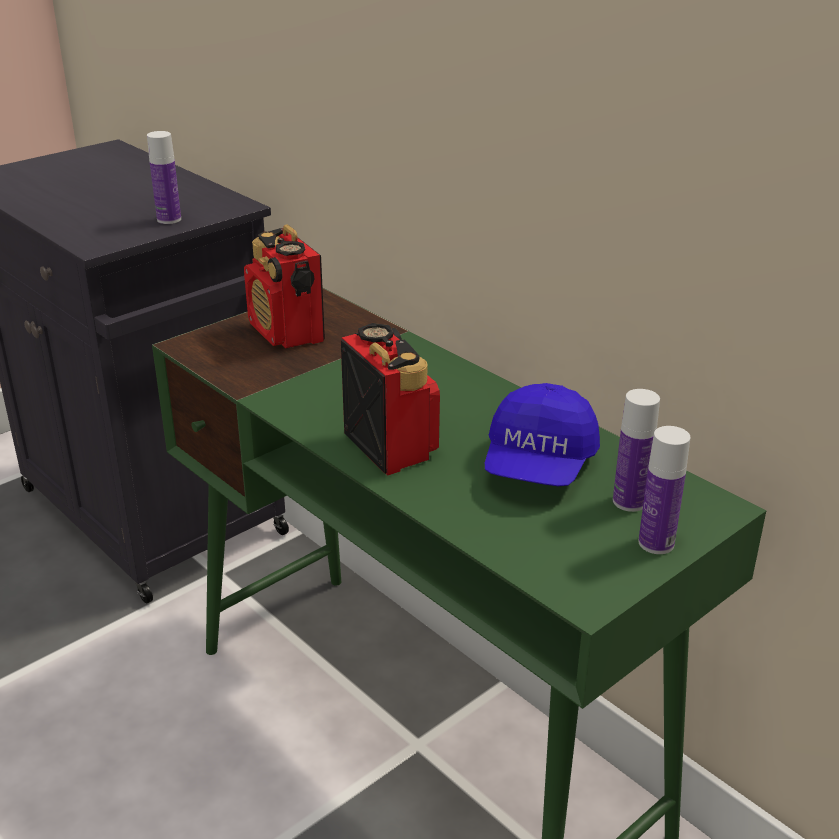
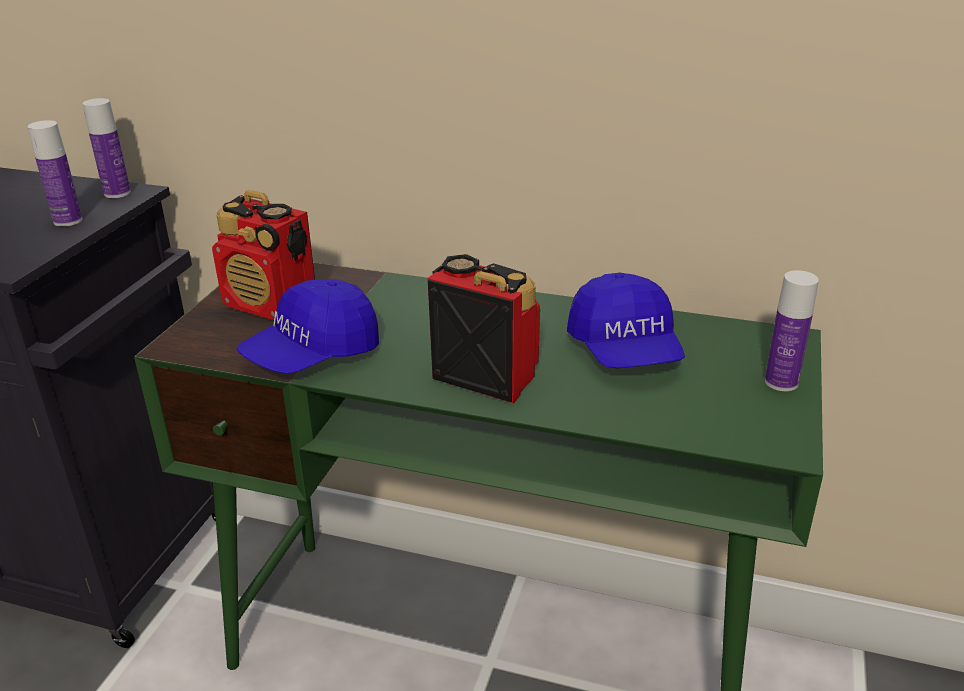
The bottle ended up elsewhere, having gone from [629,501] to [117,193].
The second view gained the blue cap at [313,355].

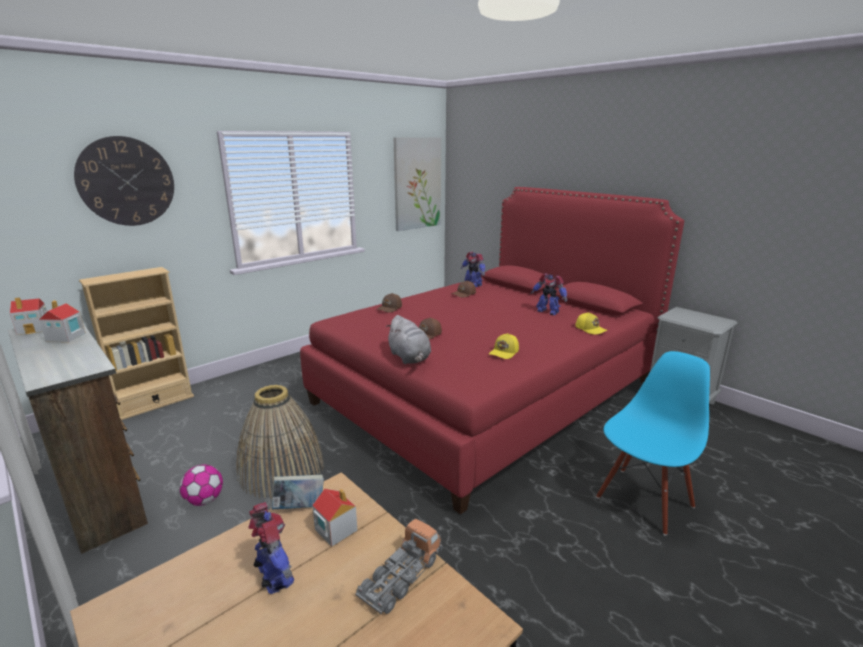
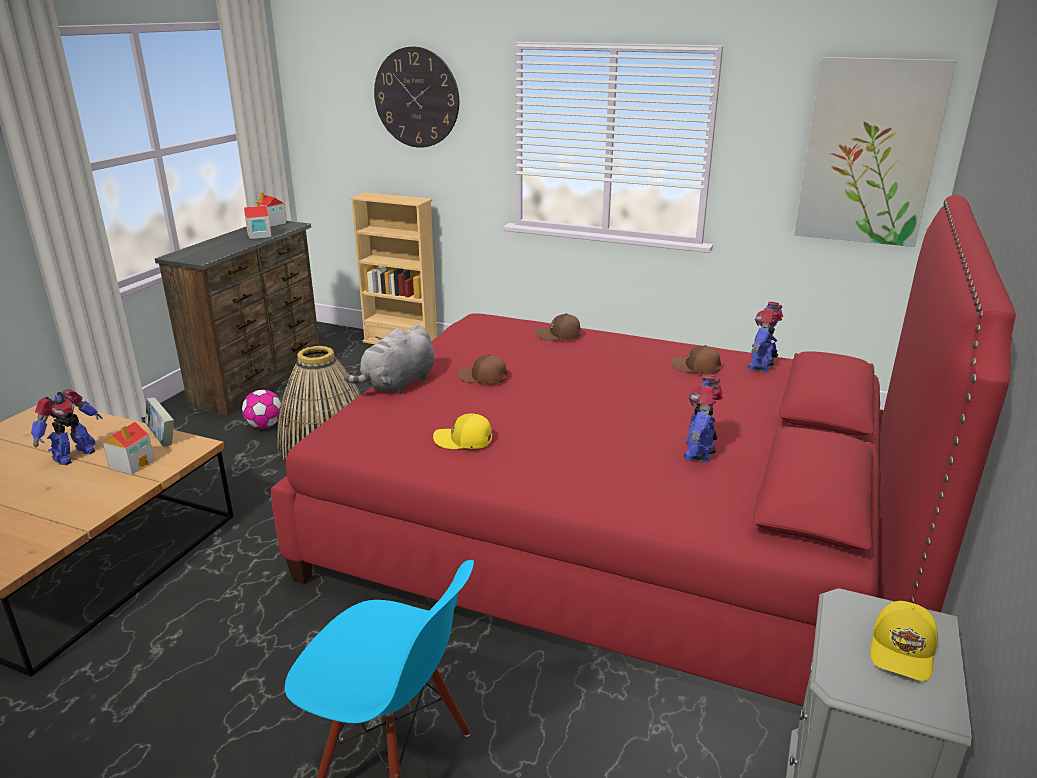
The yellow cap ended up elsewhere, having gone from [590,329] to [903,650].
The second view lost the toy truck at [401,577].

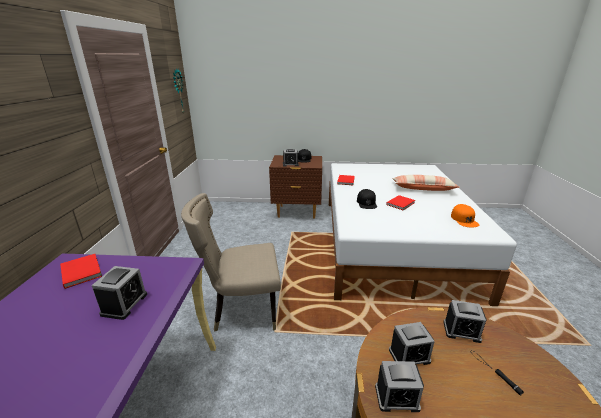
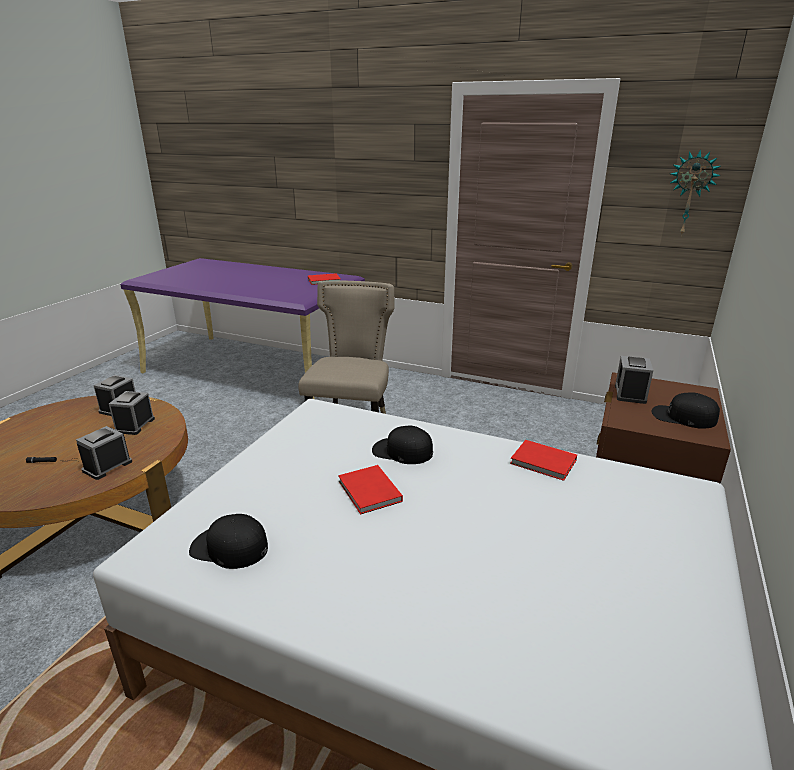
What was the orange cap at [464,219] turned into the black cap at [229,547].
The second view lost the alarm clock at [124,304].
The second view lost the pillow at [423,189].

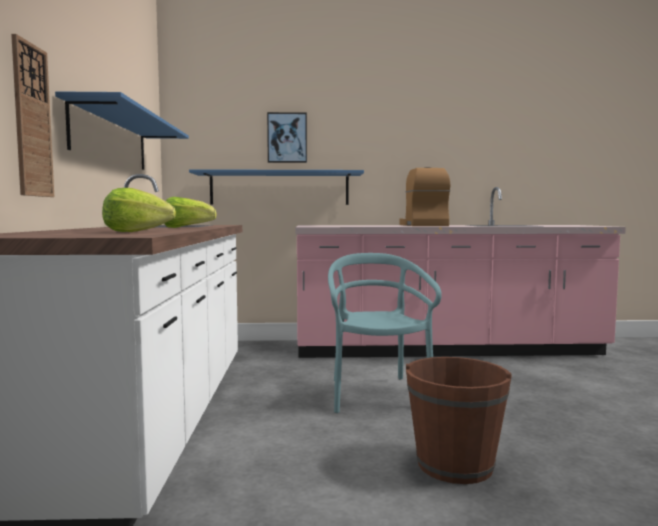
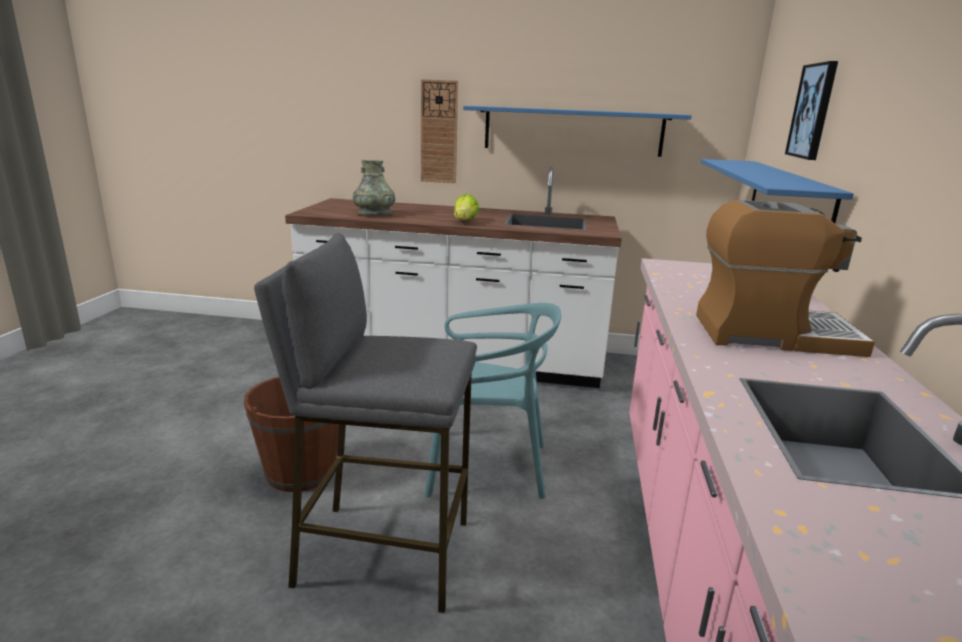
The second view gained the grey stool at [383,553].
Where the lettuce stood at [136,231], the grey vase came to stand at [374,214].

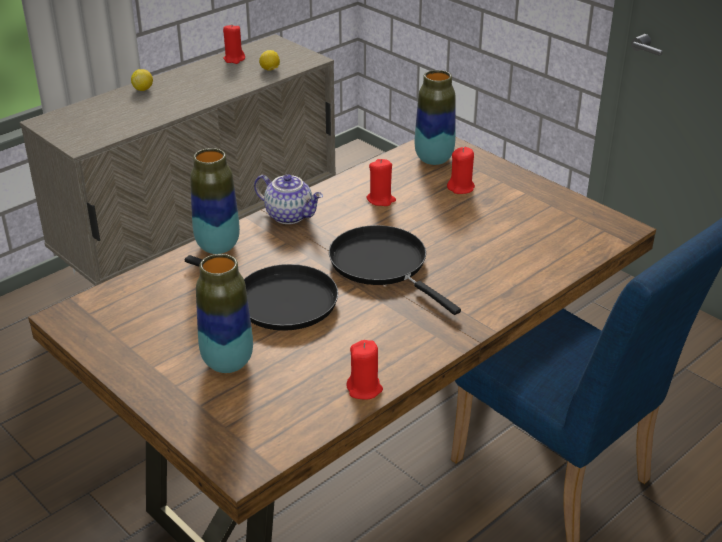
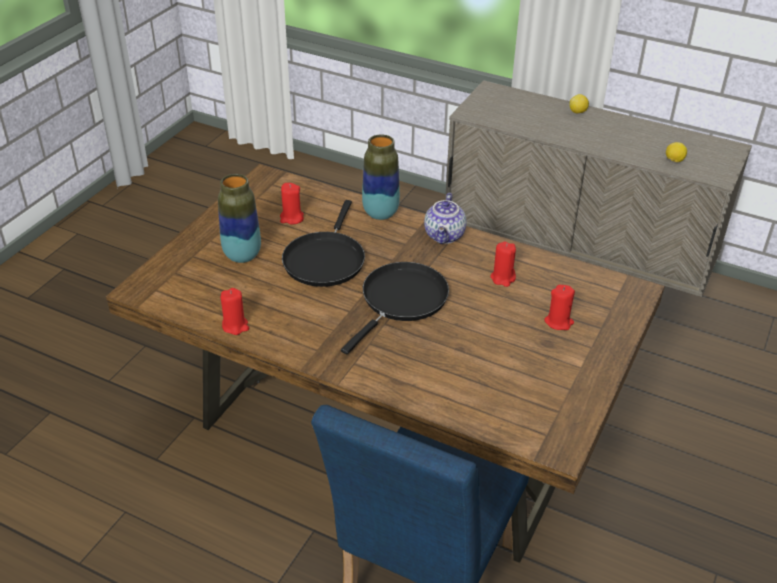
The red candle ended up elsewhere, having gone from [234,59] to [291,218].
The second view lost the vase at [434,159].

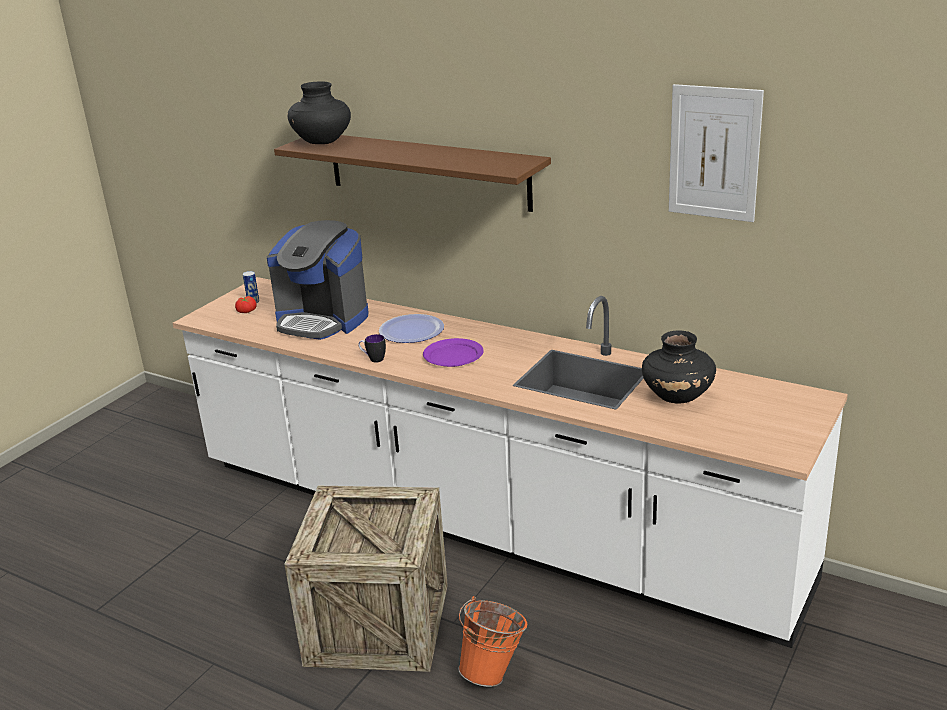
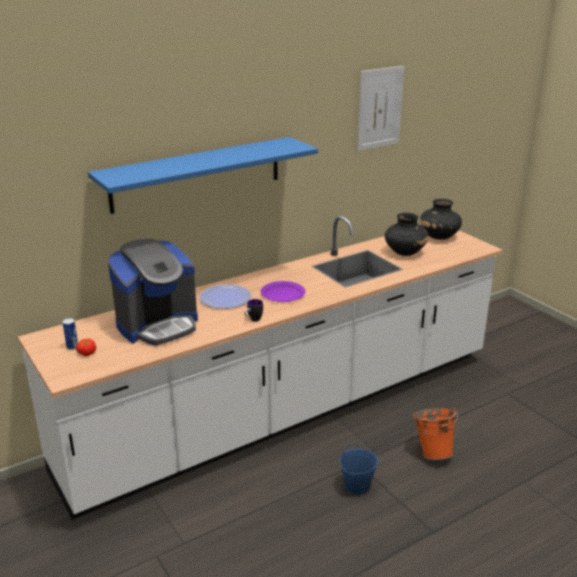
What was the brown shelf at [427,170] turned into the blue shelf at [197,174].
Where the crate stood at [378,624], the blue bucket came to stand at [357,486].
The black vase ended up elsewhere, having gone from [322,141] to [439,237].

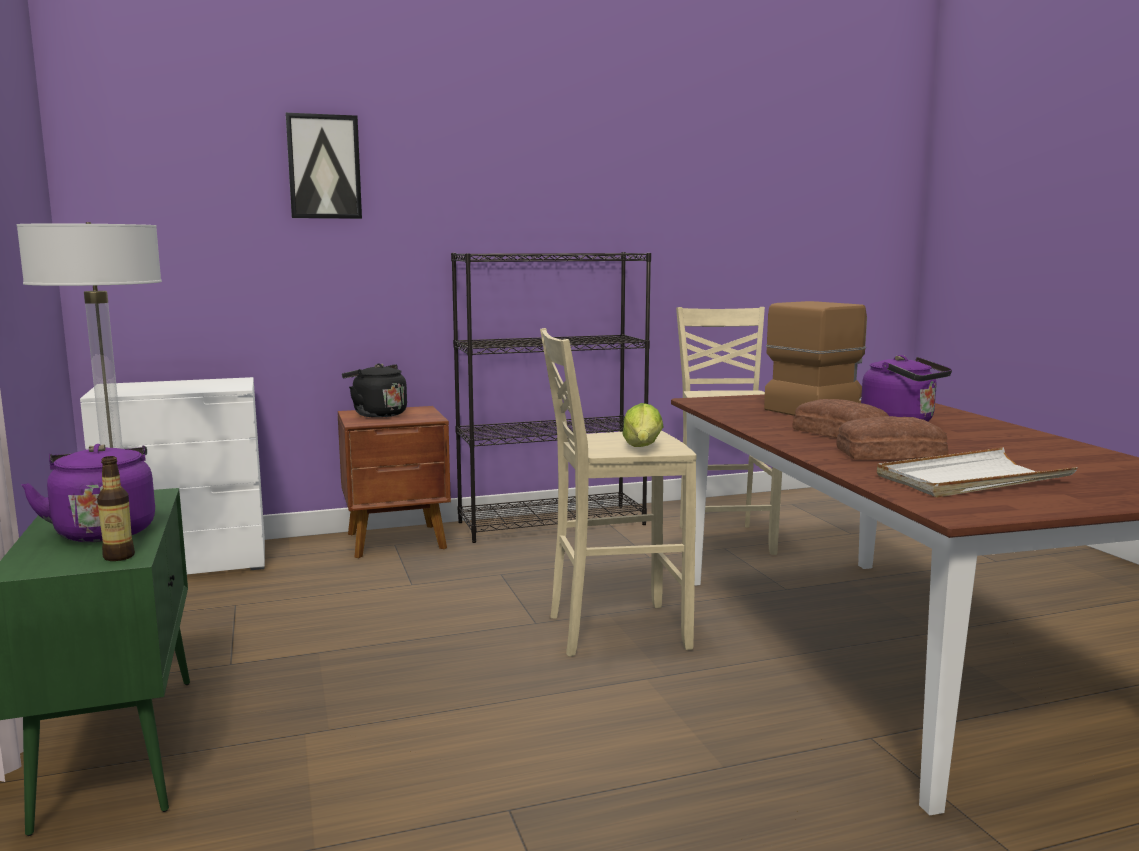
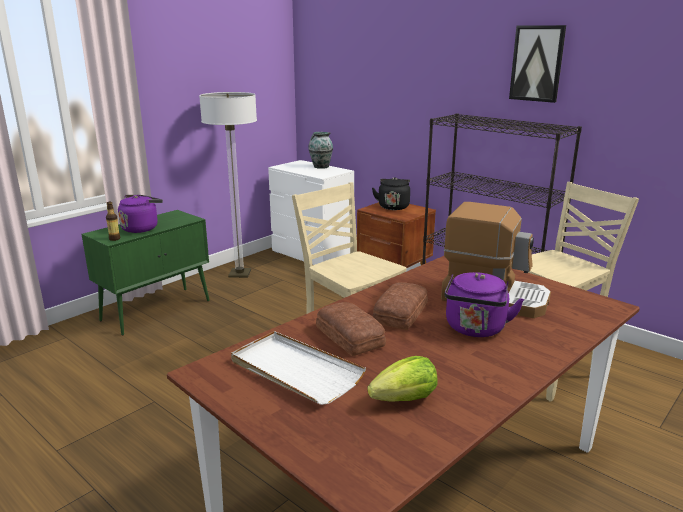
The second view gained the vase at [320,167].
The lettuce ended up elsewhere, having gone from [642,447] to [405,399].
The picture ended up elsewhere, having gone from [324,167] to [537,63].

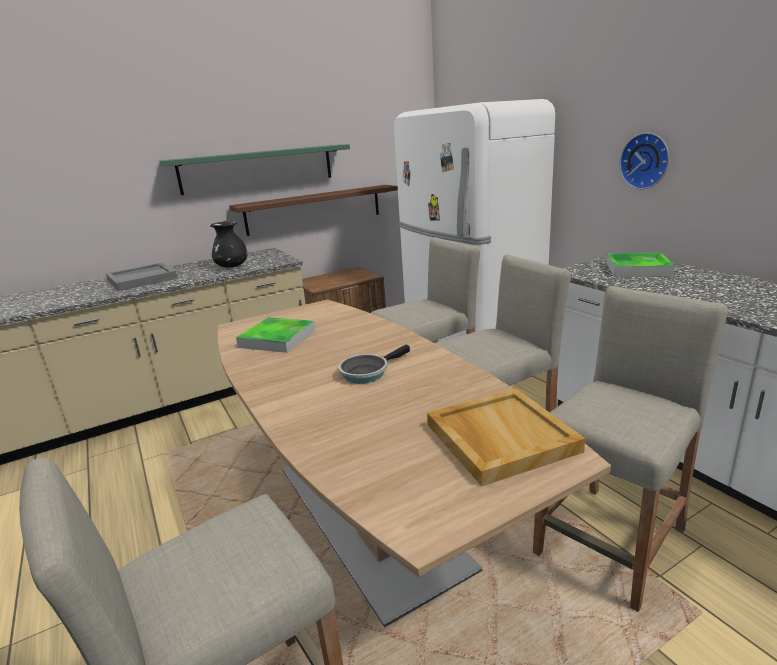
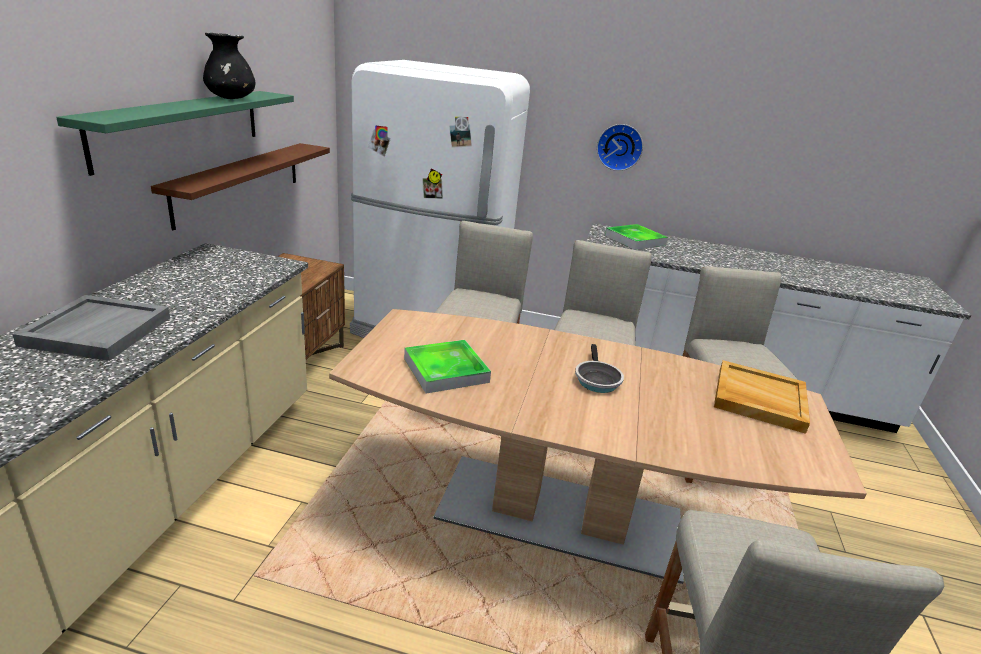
The black vase ended up elsewhere, having gone from [232,267] to [231,99].

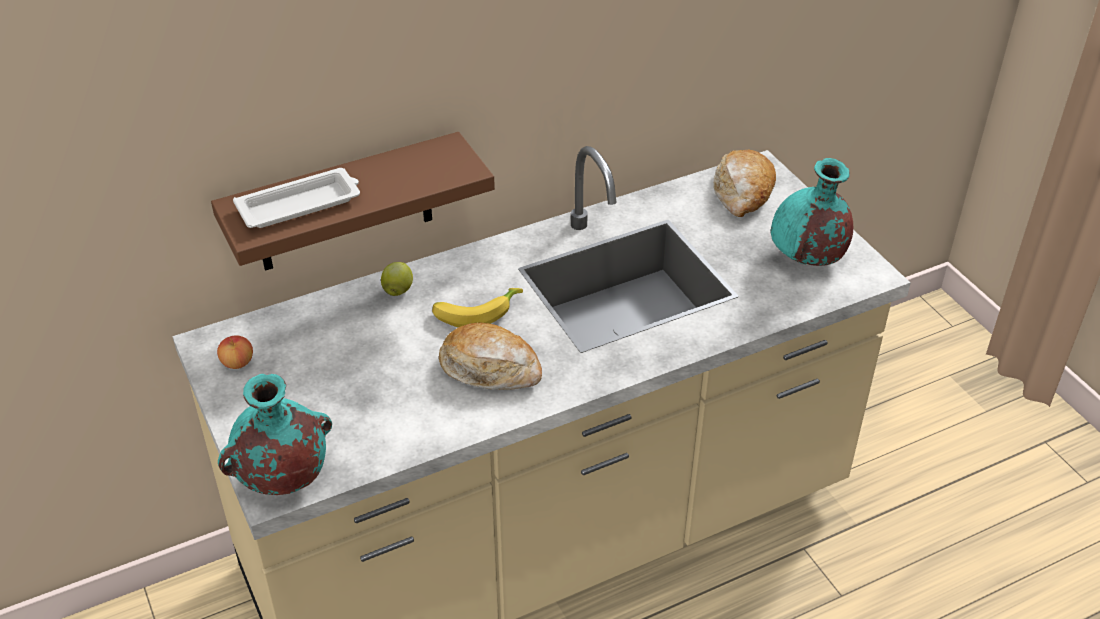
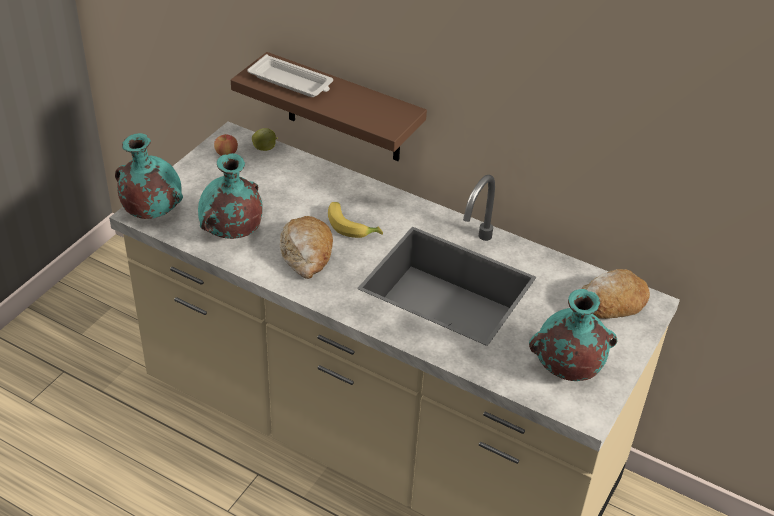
The second view gained the turquoise vase at [231,233].
The apple ended up elsewhere, having gone from [398,290] to [265,148].

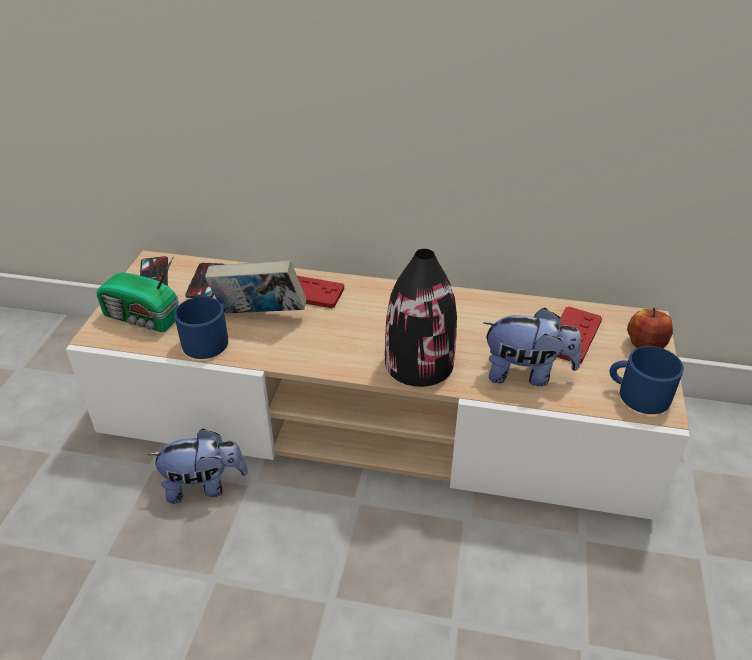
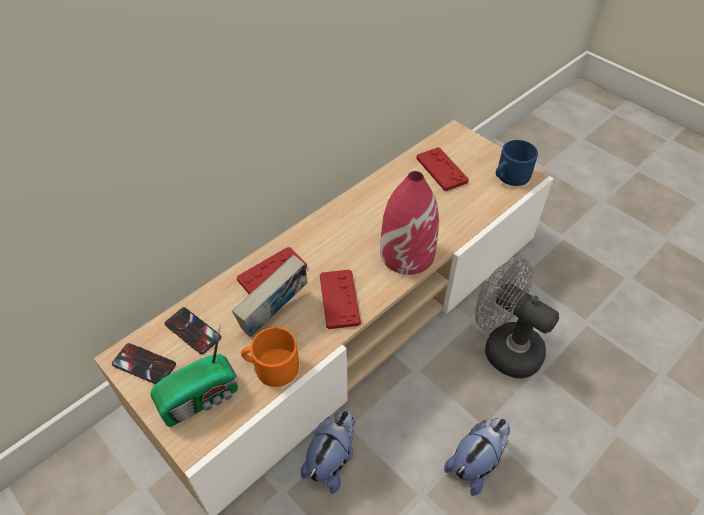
What was the blue mug at [203,340] turned into the orange mug at [271,366].
The second view gained the red game controller at [339,299].
What was the black vase at [419,363] turned into the red vase at [407,253].
The plush toy ended up elsewhere, having gone from [526,373] to [476,463].
The second view gained the grey fan at [504,347].
The second view lost the apple at [644,345].

